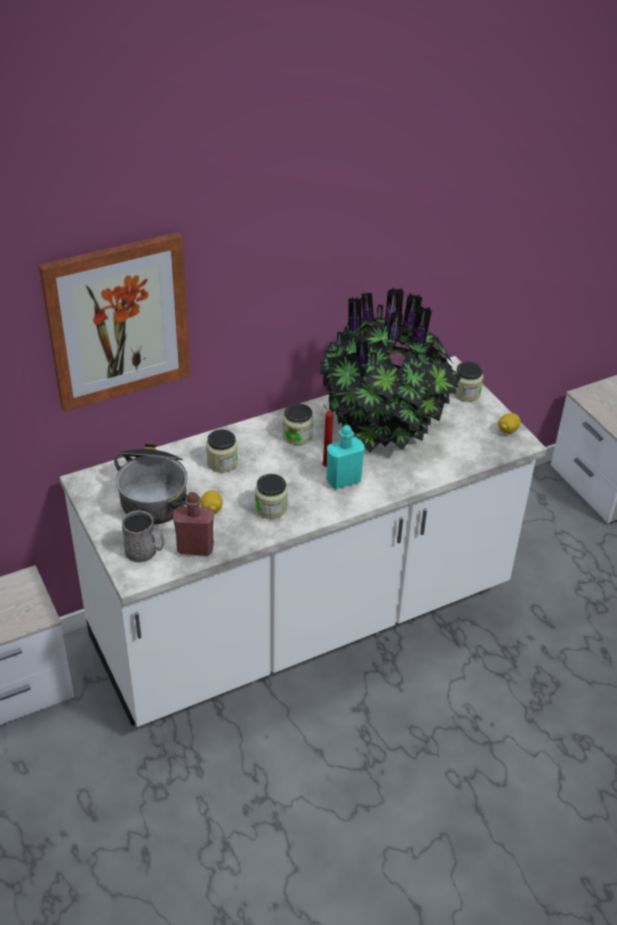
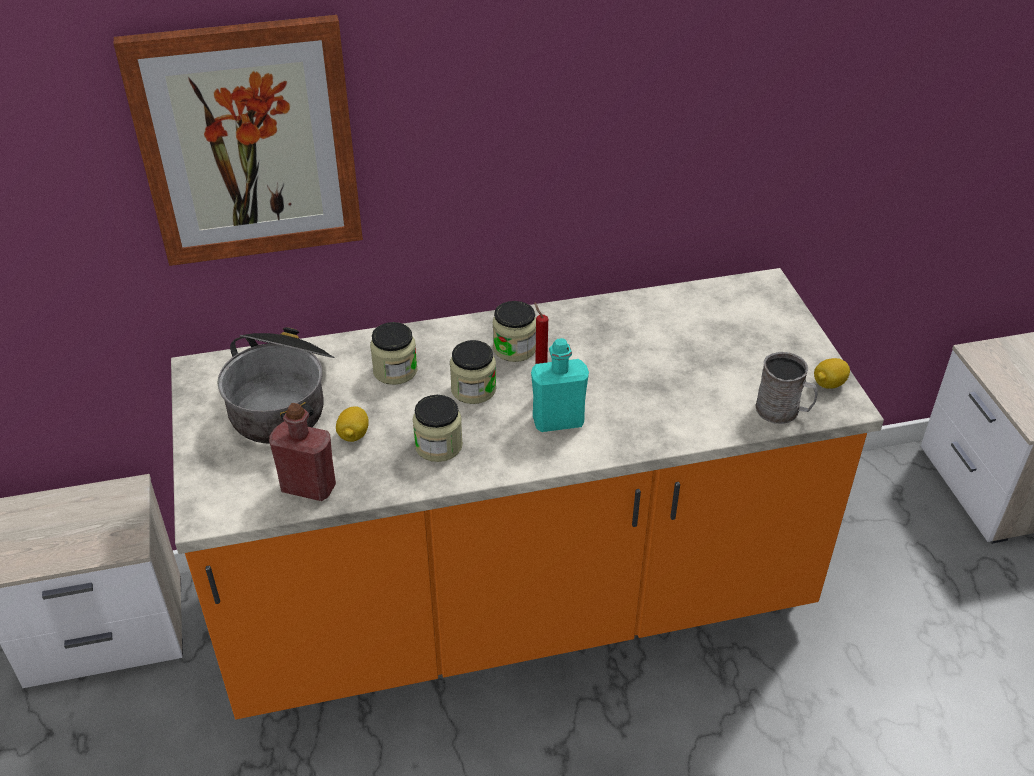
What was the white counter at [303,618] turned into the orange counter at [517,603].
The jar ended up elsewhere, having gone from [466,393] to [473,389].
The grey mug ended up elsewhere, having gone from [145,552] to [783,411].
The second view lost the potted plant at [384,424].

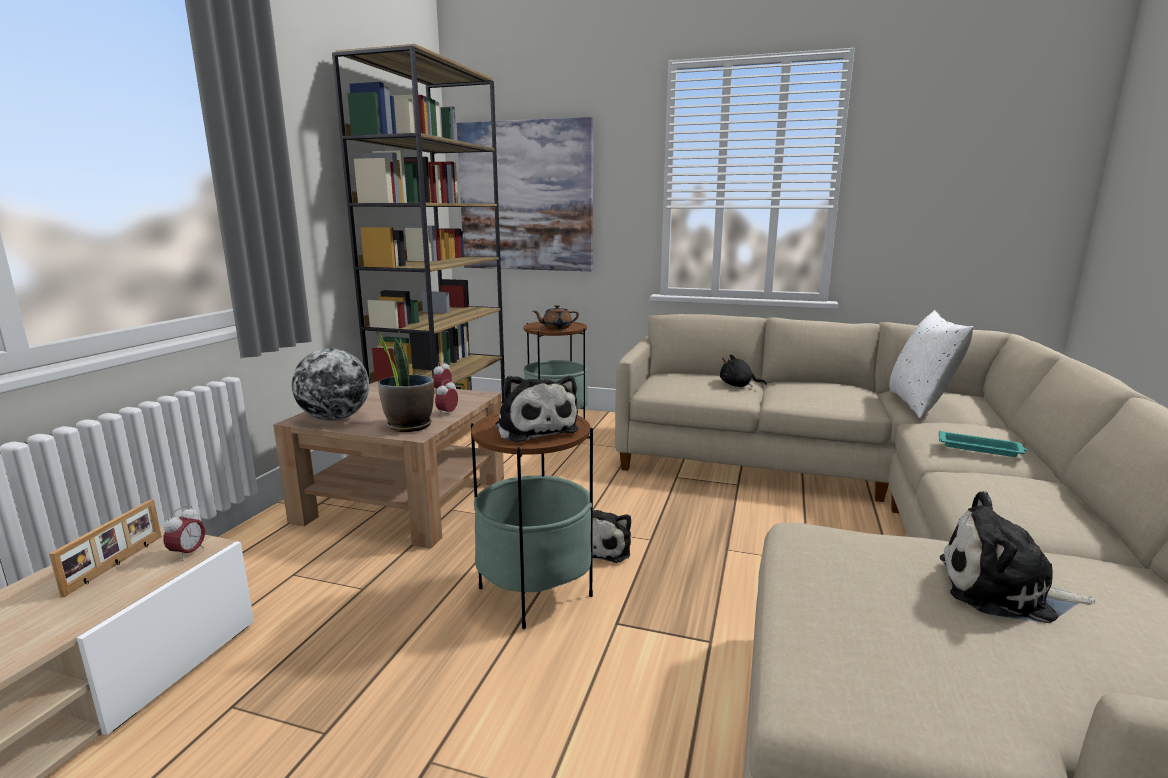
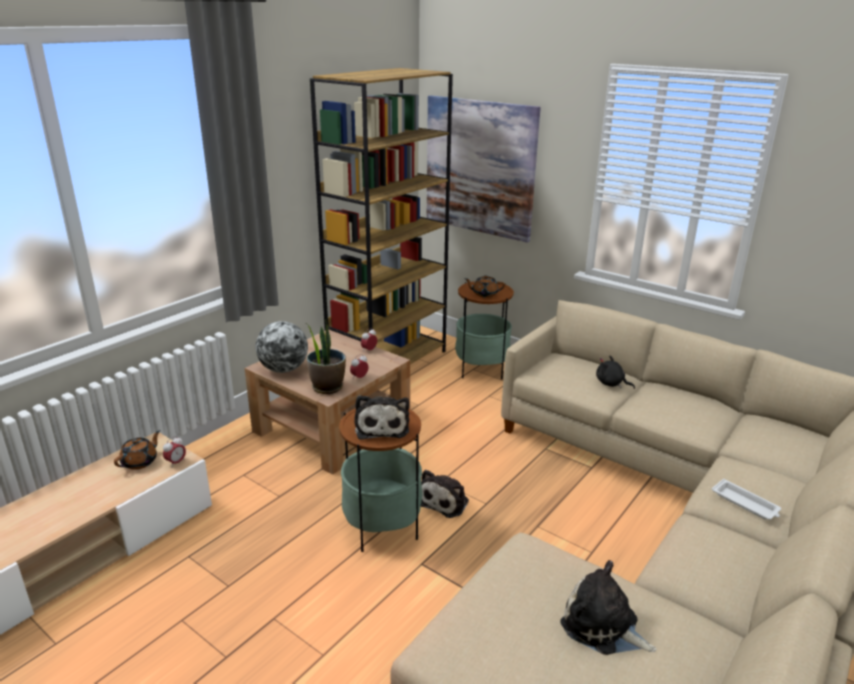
Where the picture frame stood at [116,564], the brown teapot came to stand at [140,462].
What was the turquoise tray at [980,448] turned into the white tray at [746,504].
The second view lost the white pillow at [920,404].

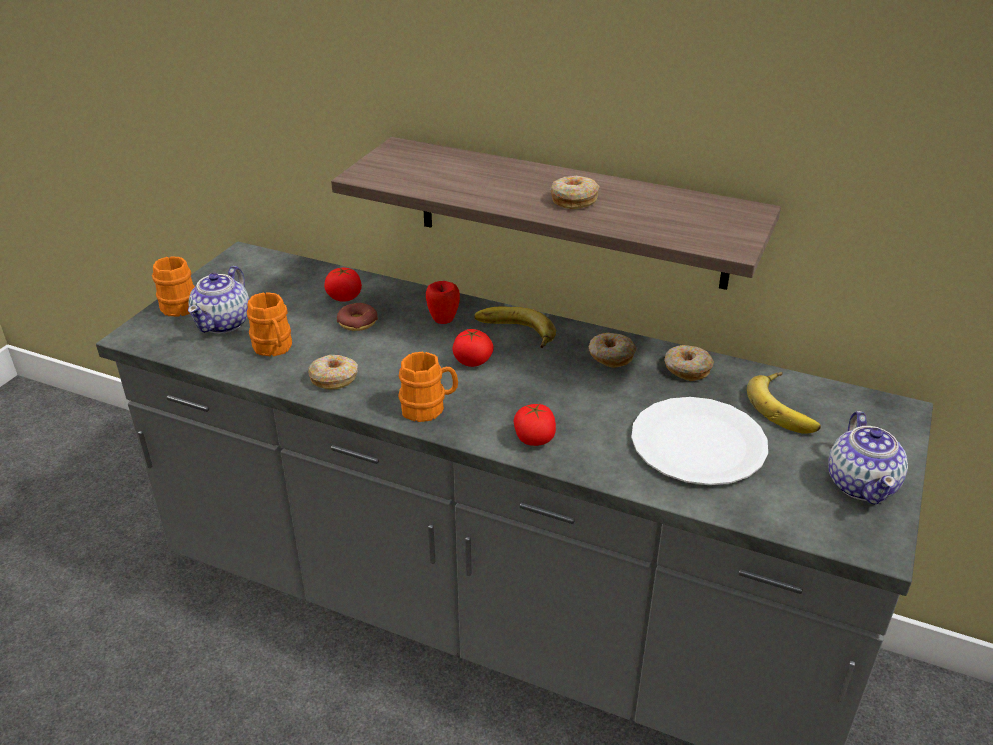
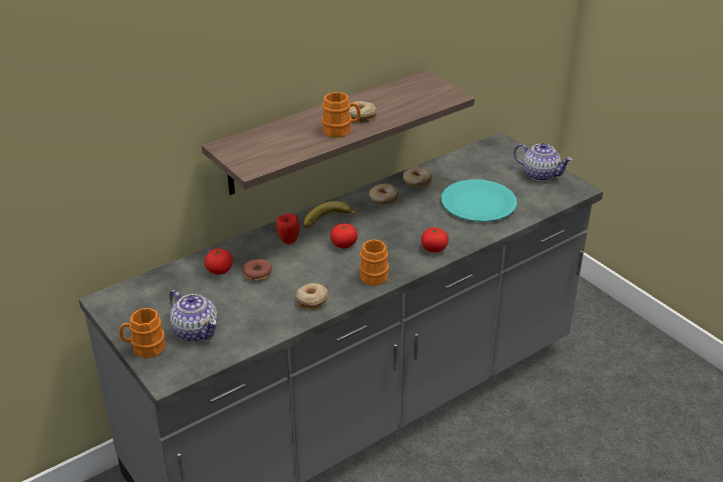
The orange mug ended up elsewhere, having gone from [274,348] to [341,131].
What was the white plate at [698,444] turned into the turquoise plate at [478,203].
The second view lost the banana at [786,407].

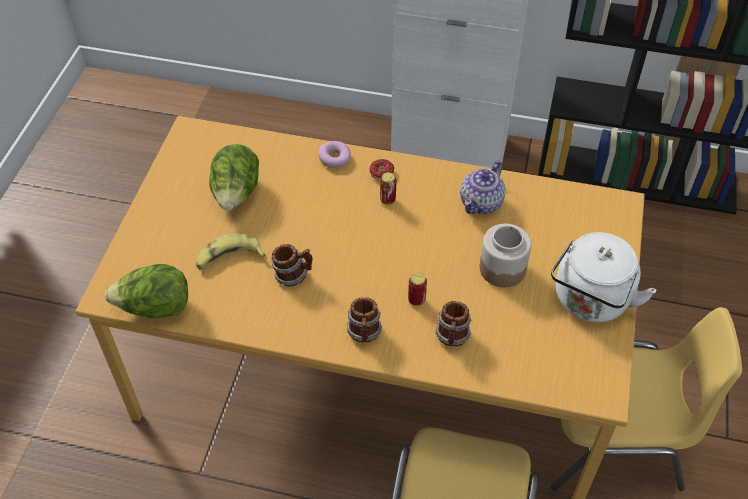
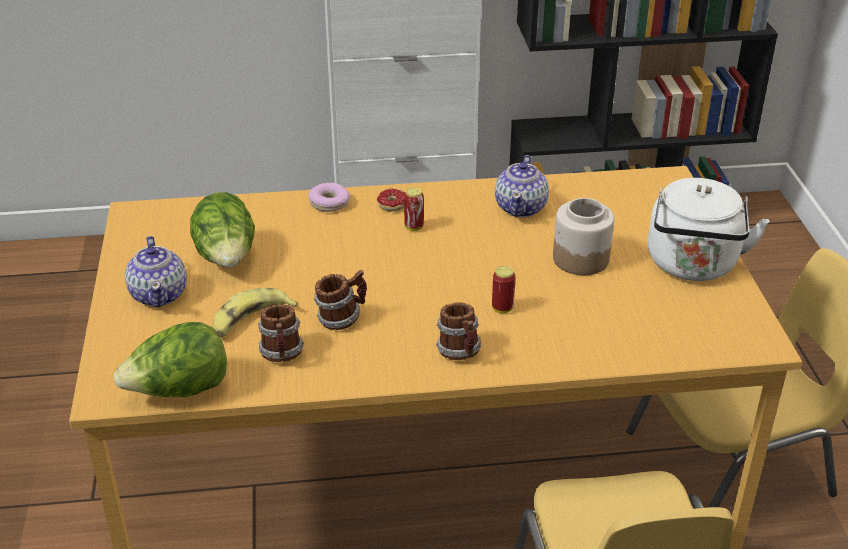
The second view gained the teapot at [159,294].
The mug ended up elsewhere, having gone from [452,337] to [282,355].

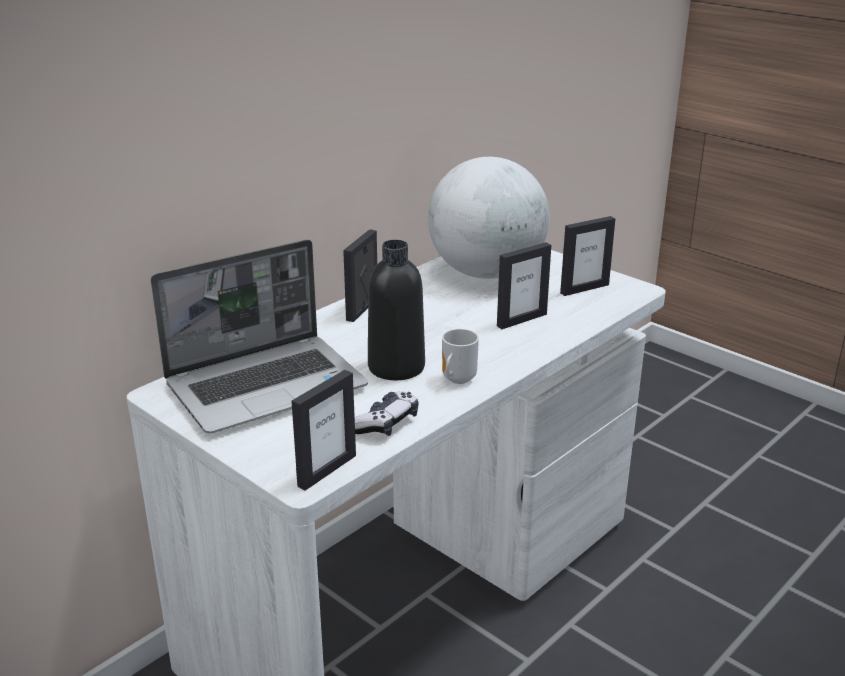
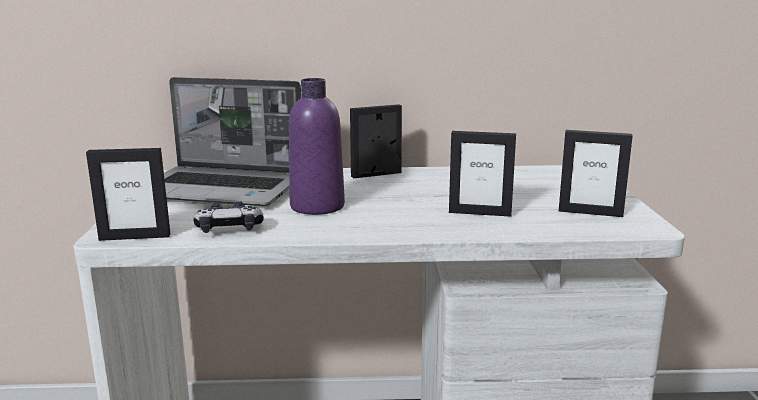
What was the black bottle at [396,367] turned into the purple bottle at [317,206].
The second view lost the globe at [486,273].
The second view lost the mug at [456,380].

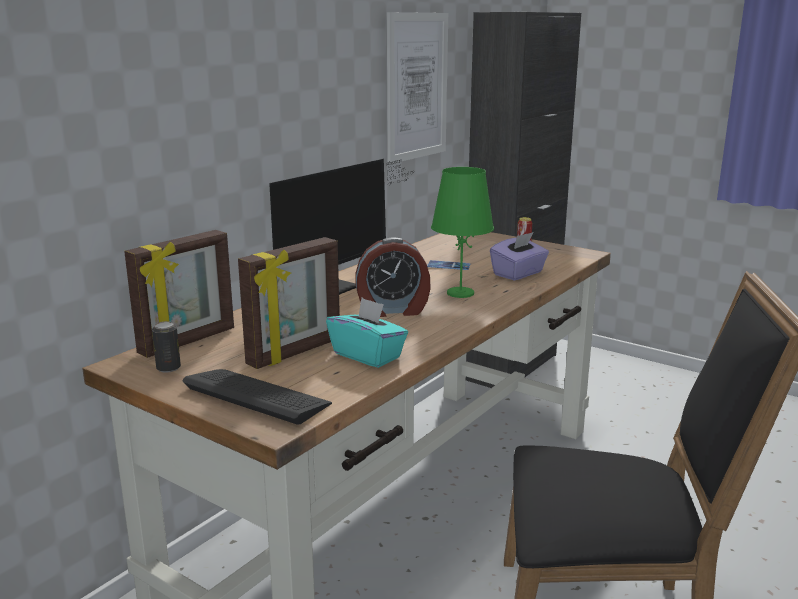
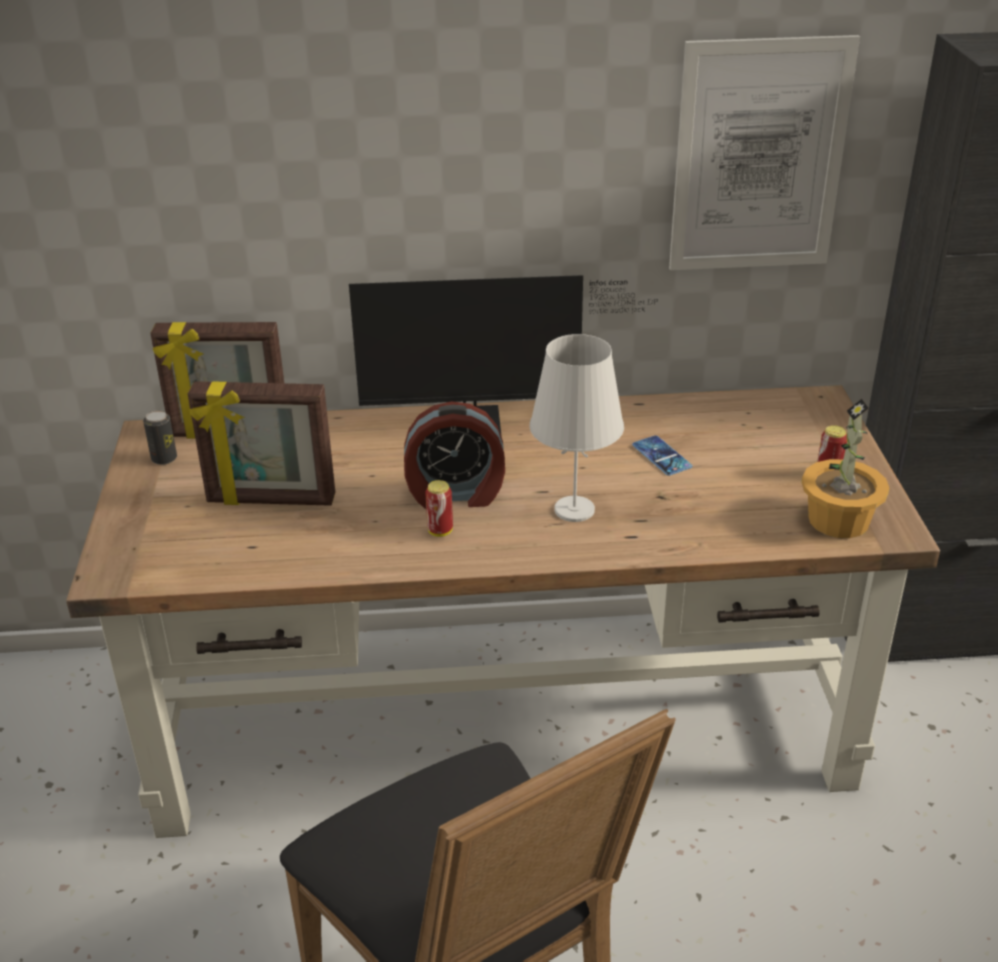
The alarm clock at [393,310] ended up facing another way, 45 degrees counterclockwise from before.
The second view gained the can at [440,531].
What was the green table lamp at [460,293] turned into the white table lamp at [575,509].
The second view gained the potted plant at [839,520].
The second view lost the keyboard at [257,396].
The second view lost the turquoise tissue box at [368,355].
The second view lost the purple tissue box at [518,274].

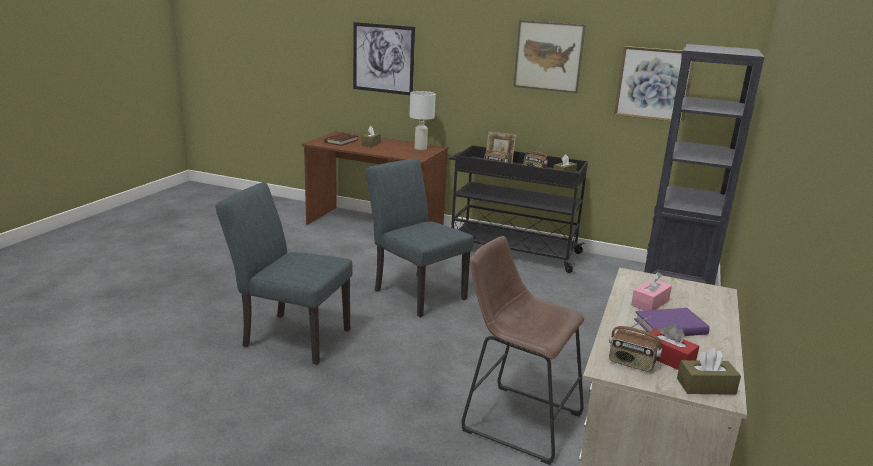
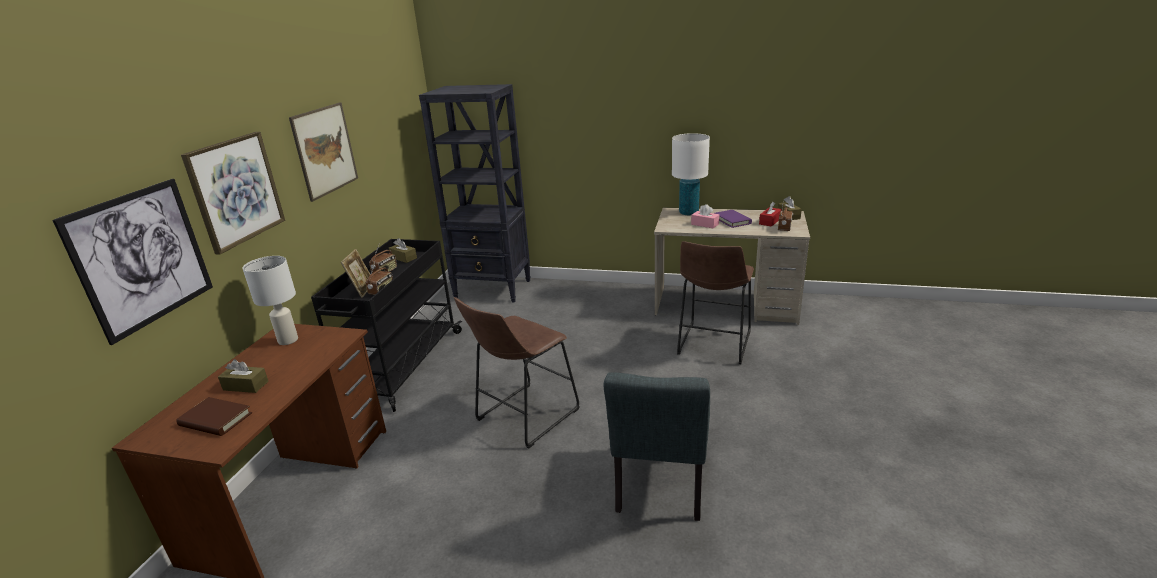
The picture ended up elsewhere, having gone from [653,84] to [236,190].
Where the grey chair stood at [415,292], the brown stool came to stand at [523,417].
The second view gained the white table lamp at [689,213].

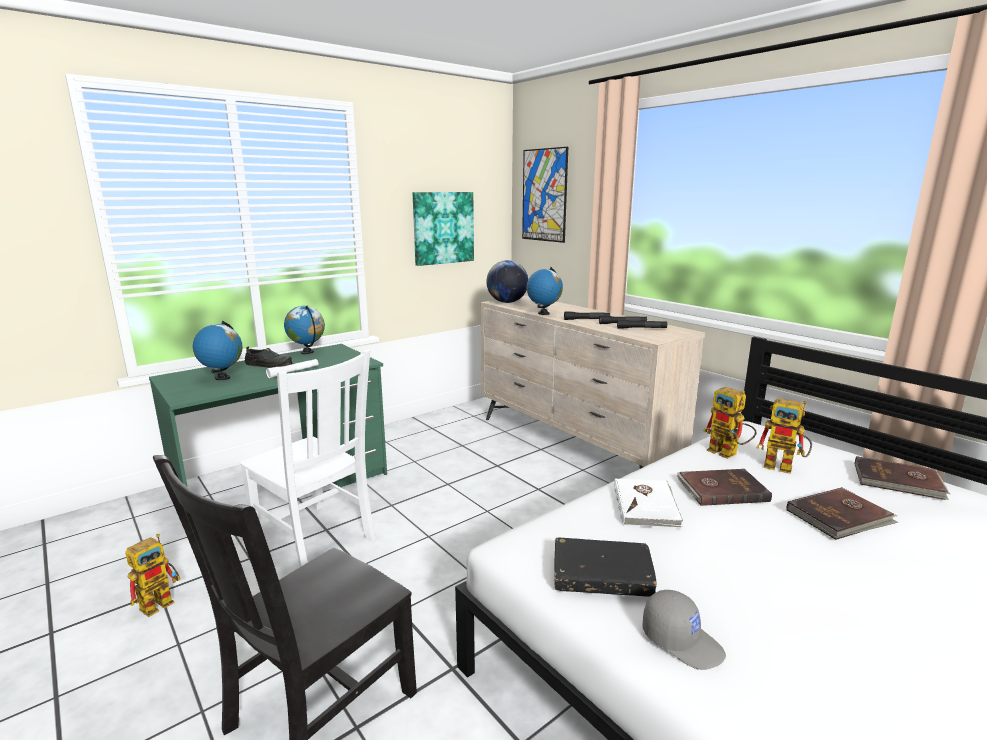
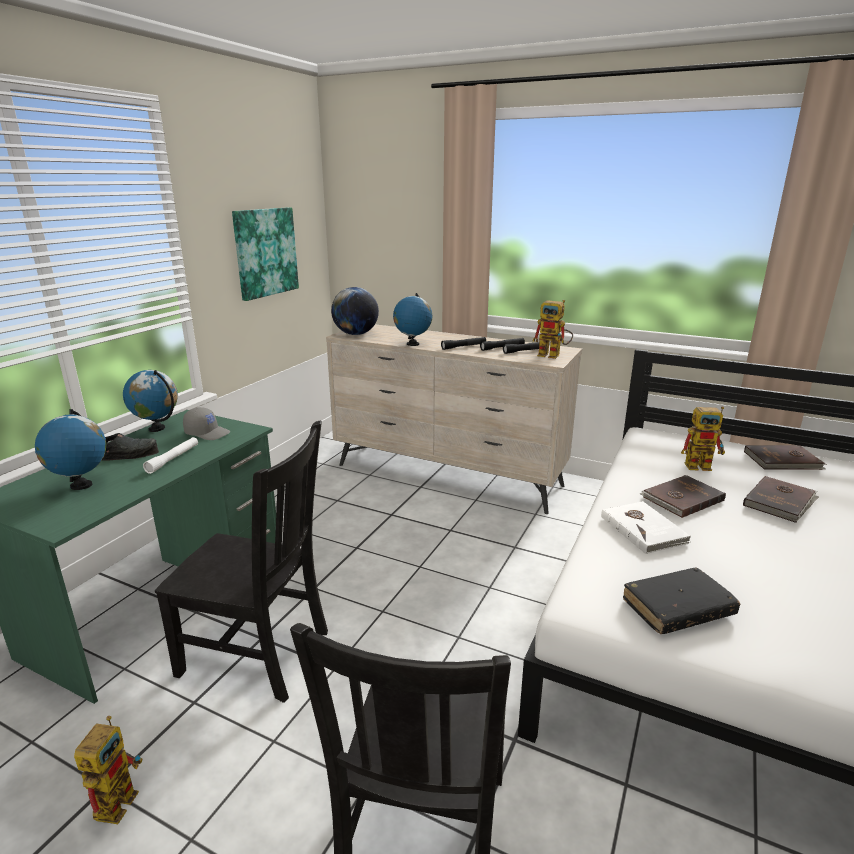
What was the white chair at [315,540] turned into the black chair at [259,654].
The grey cap ended up elsewhere, having gone from [682,640] to [208,433].
The toy robot ended up elsewhere, having gone from [728,453] to [553,355].
The second view lost the picture at [544,195].

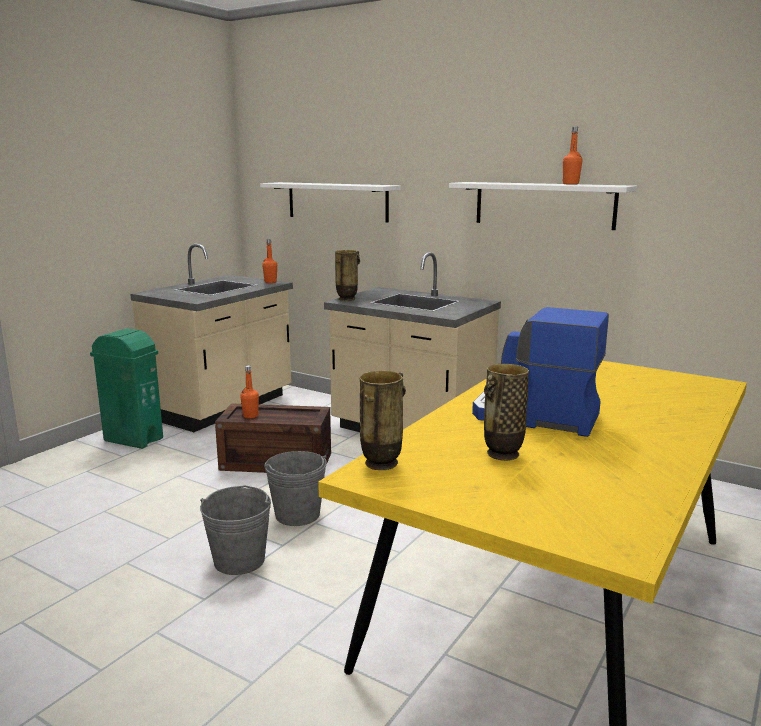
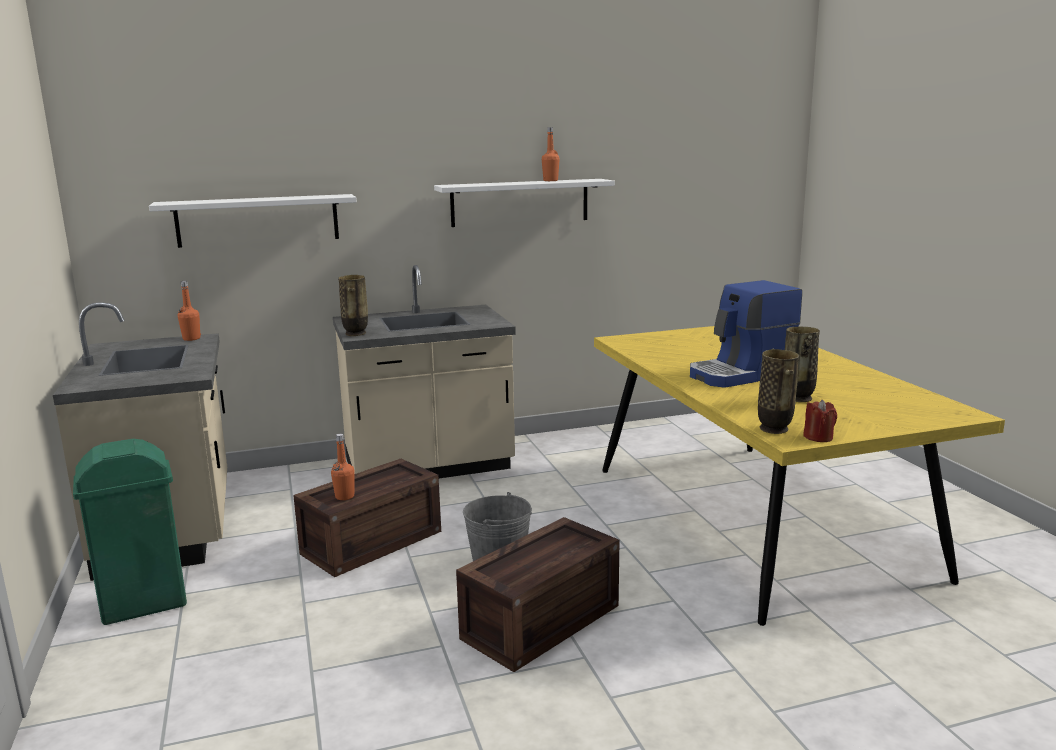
Where the grey bucket stood at [239,560], the crate came to stand at [541,620].
The second view gained the red candle at [818,437].

